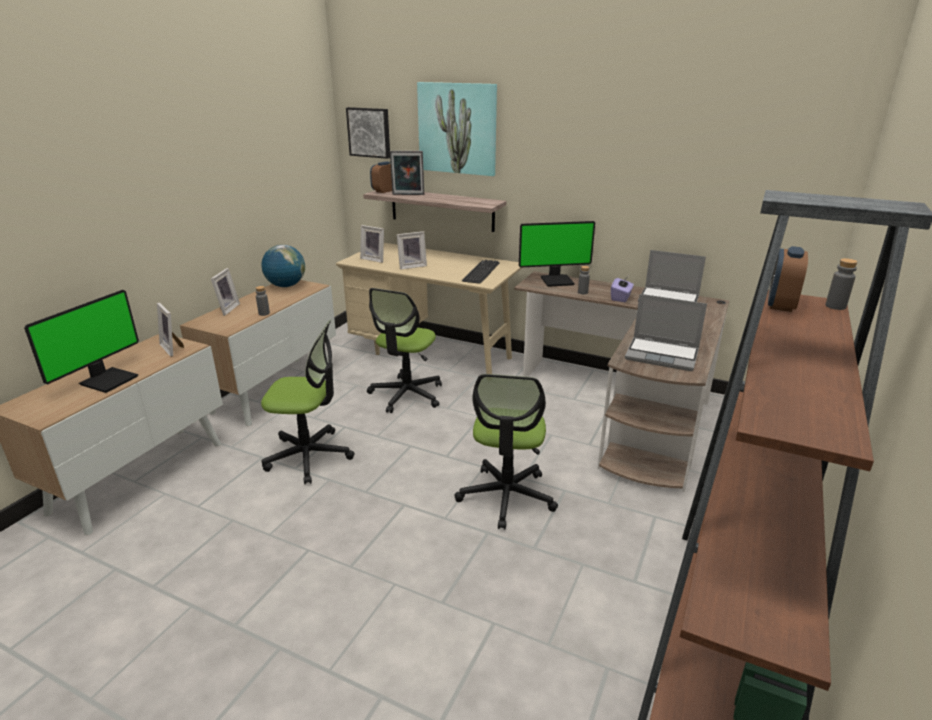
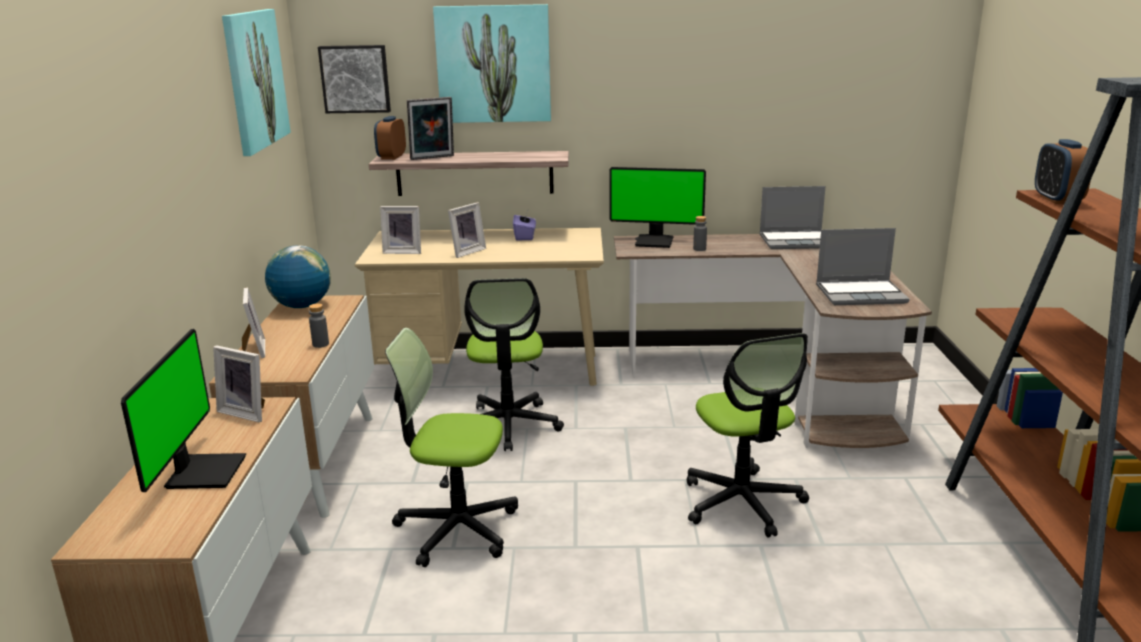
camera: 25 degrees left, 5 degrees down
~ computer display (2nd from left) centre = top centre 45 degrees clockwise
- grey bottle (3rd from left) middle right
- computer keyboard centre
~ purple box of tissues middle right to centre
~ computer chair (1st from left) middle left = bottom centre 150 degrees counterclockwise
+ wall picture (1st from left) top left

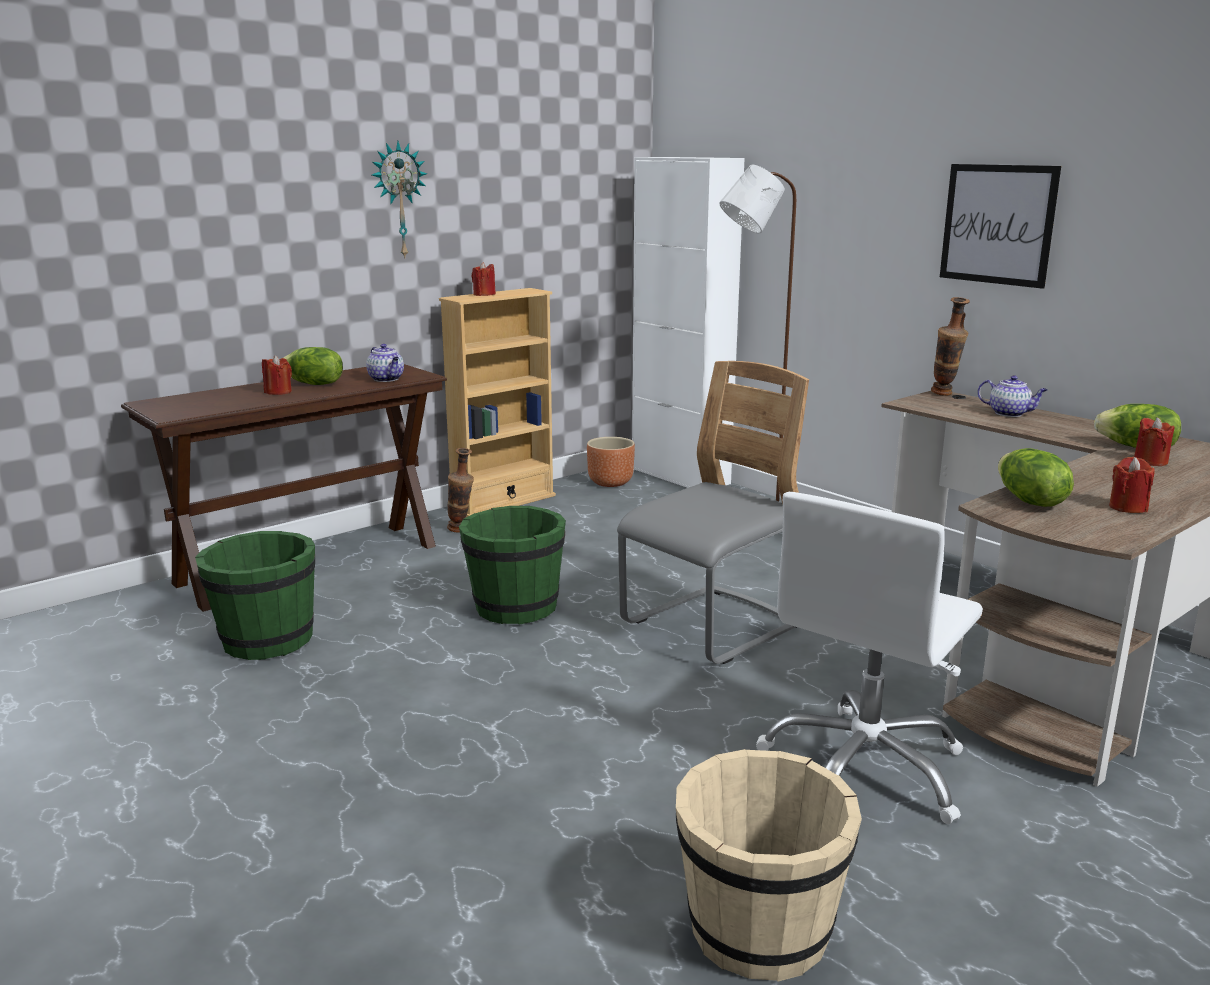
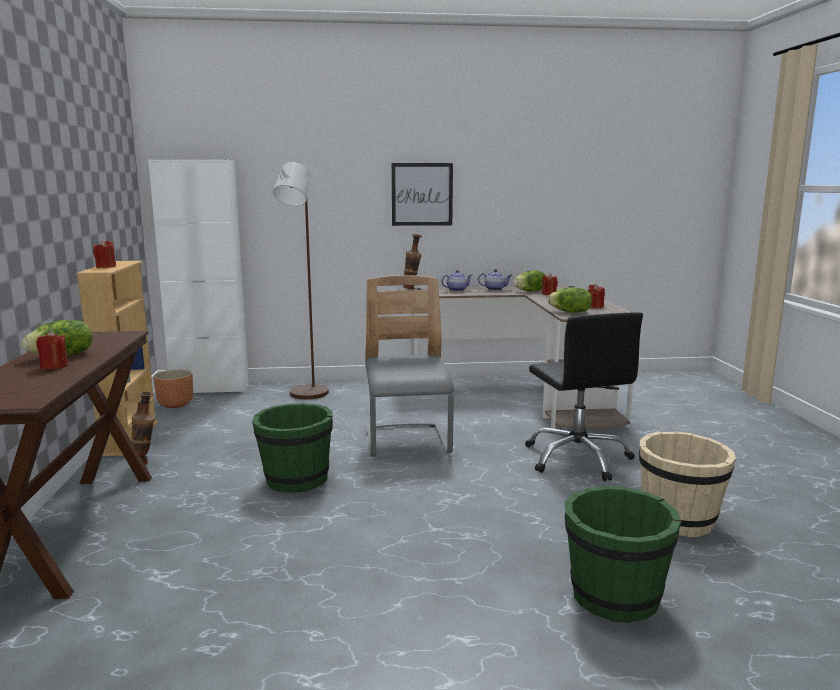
camera: 55 degrees left, 5 degrees down
- wall clock top left
~ pot for tea (1st from left in the first image) middle left to pot for tea (2nd from left) centre
~ whitish computer chair bottom right to black-coloured computer chair middle right
~ green water bucket (1st from left in the first image) middle left to green water bucket (2nd from left) bottom right

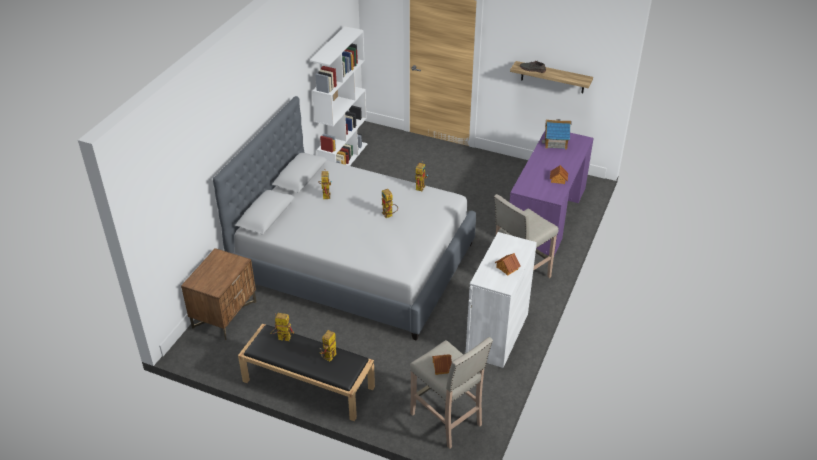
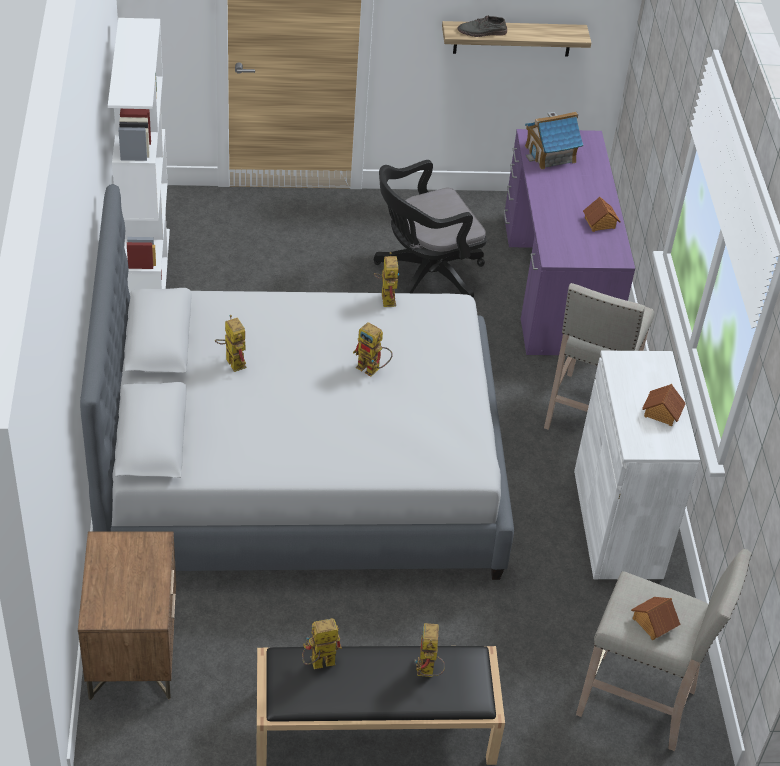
camera: 30 degrees left, 5 degrees up
+ black-coloured computer chair top centre

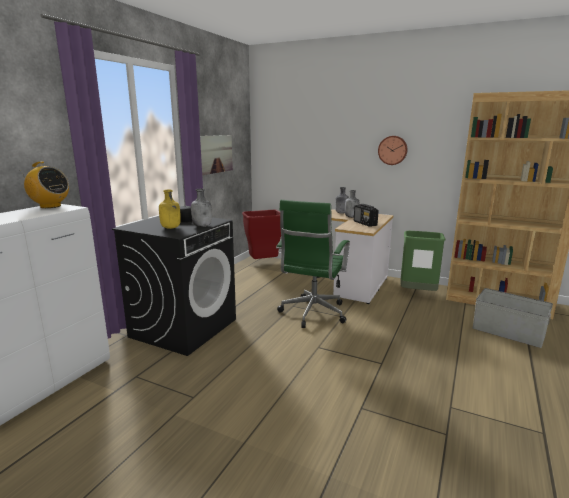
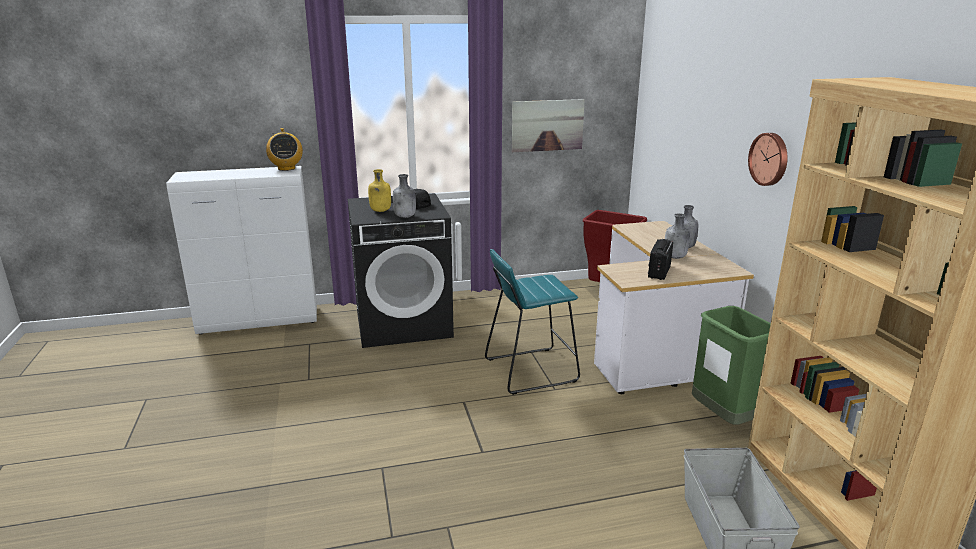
camera: 50 degrees right, 5 degrees up
~ green computer chair centre to turquoise-coloured stool seat centre

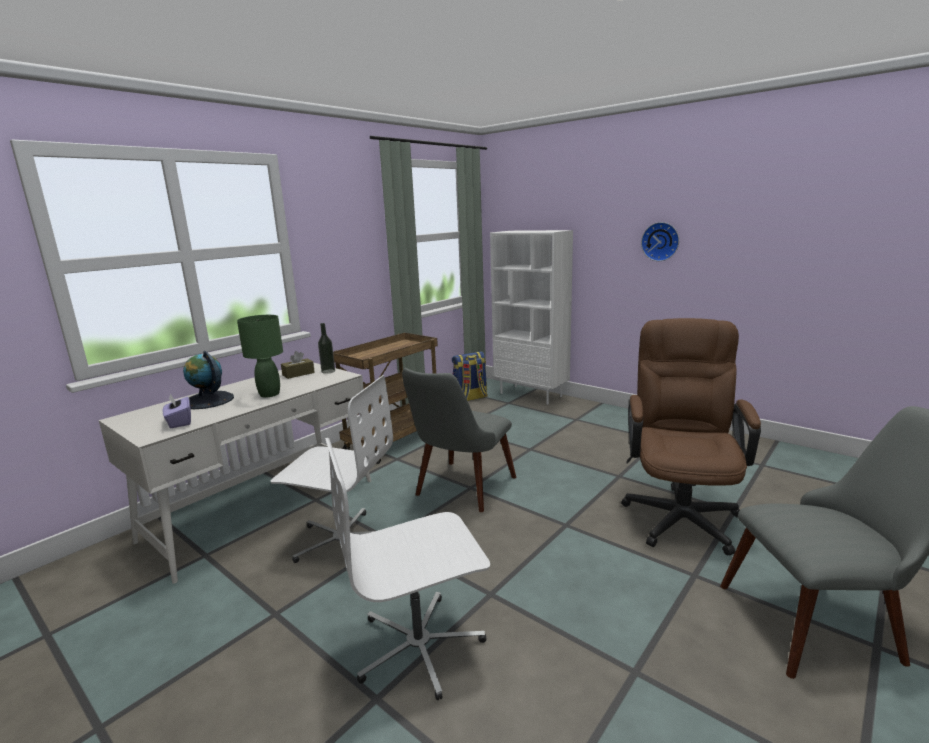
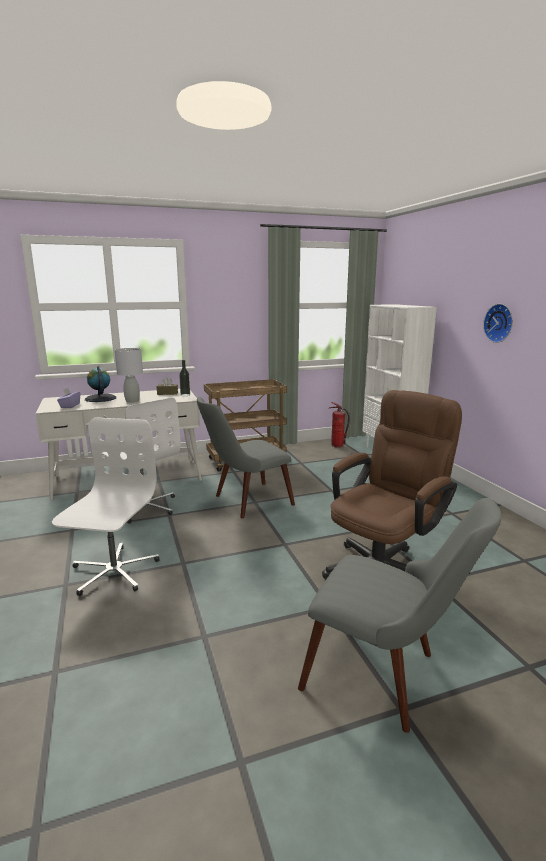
camera: 30 degrees right, 0 degrees up
~ green lamp for a table middle left to grey lamp for a table middle left
~ knapsack centre to fire-fighting cylinder centre
~ whitish computer chair (2nd from left in the first image) bottom centre = middle left 90 degrees clockwise

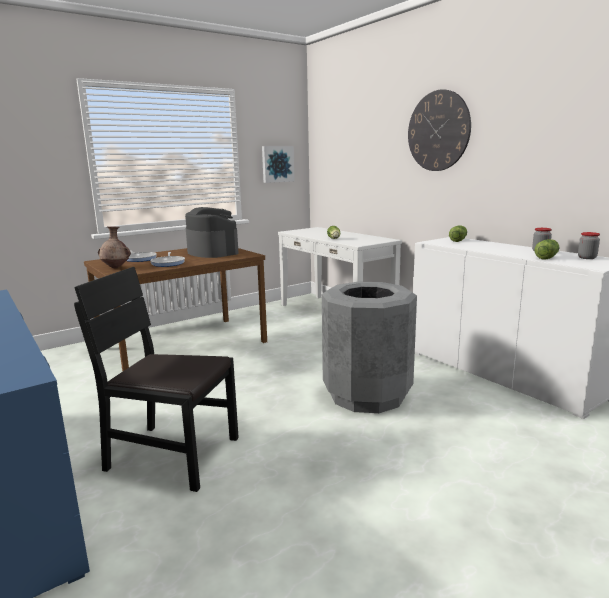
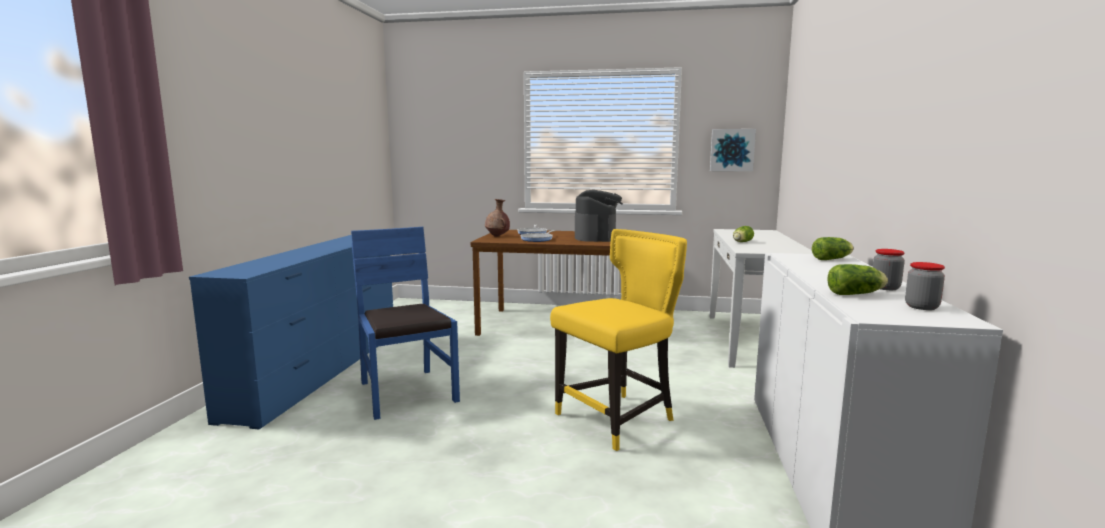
camera: 45 degrees right, 5 degrees down
- wall clock top right
~ black-coloured upright chair middle left to blue upright chair centre
~ grey trash can centre to yellow-coloured upright chair centre

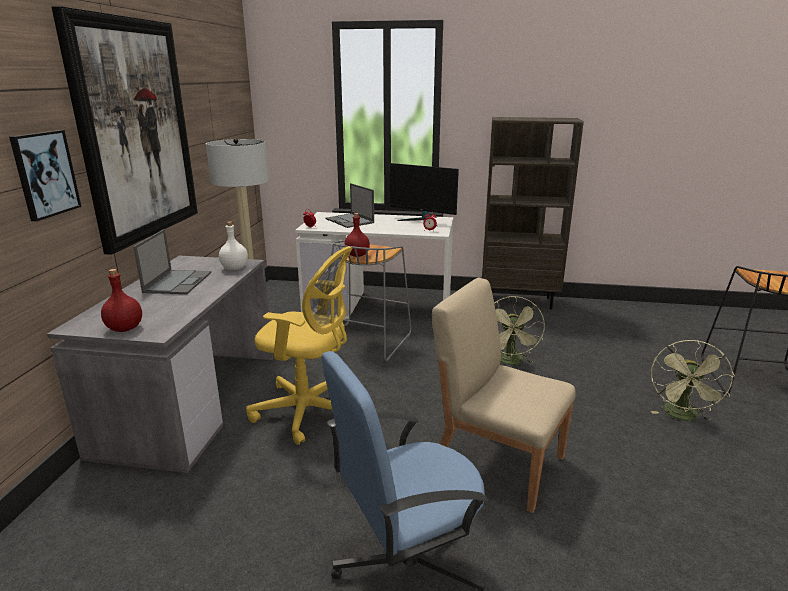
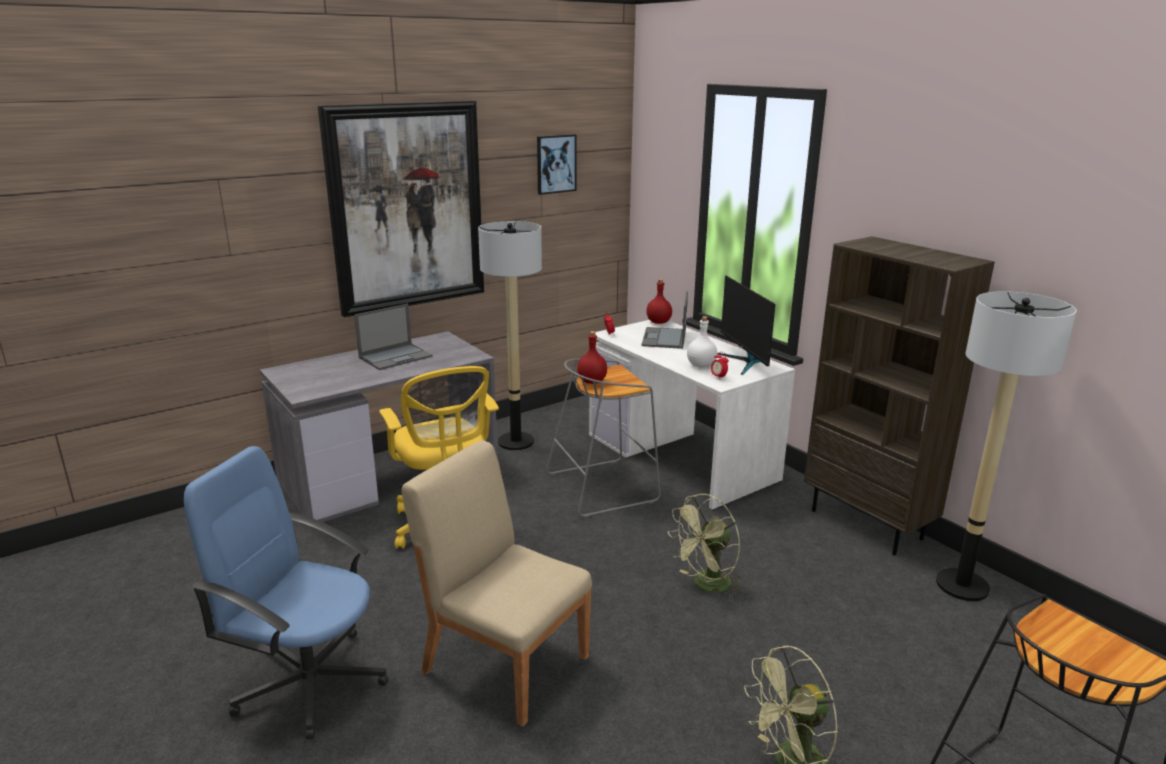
camera: 45 degrees right, 0 degrees up
~ wall picture (1st from left in the first image) top left to wall picture (2nd from left) top centre
~ whitish bottle middle left to centre
~ reddish bottle (1st from left in the first image) middle left to reddish bottle (2nd from left) centre
~ sand-coloured upright chair bottom centre = bottom centre 45 degrees counterclockwise
+ standing lamp (2nd from left) middle right

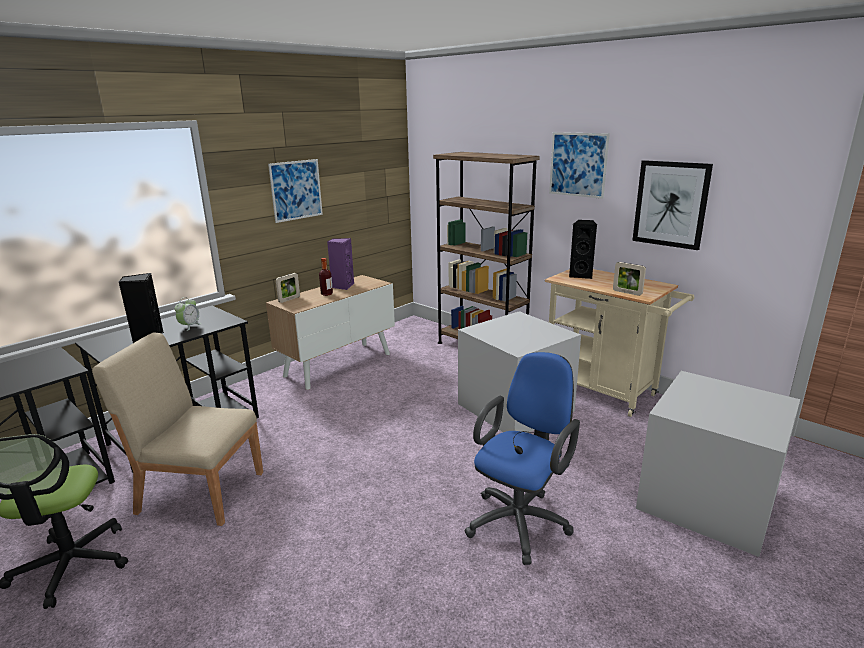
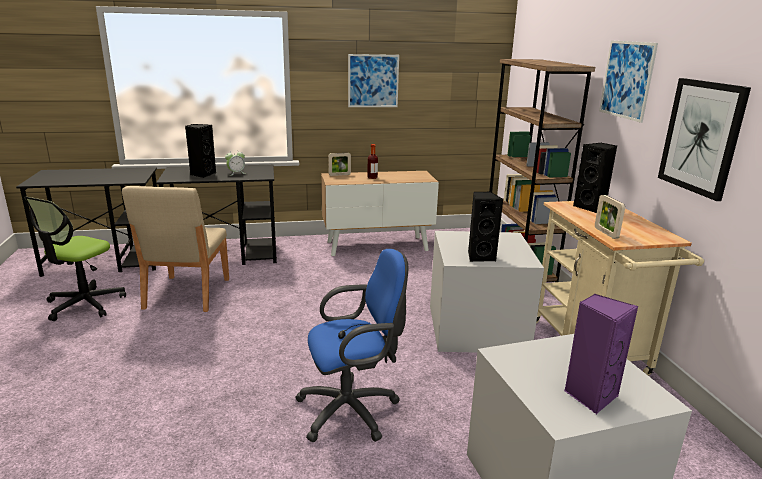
camera: 35 degrees right, 0 degrees up
~ purple speaker centre to bottom right
~ sand-coloured upright chair middle left = middle left 135 degrees counterclockwise
+ black-coloured speaker (2nd from left) centre

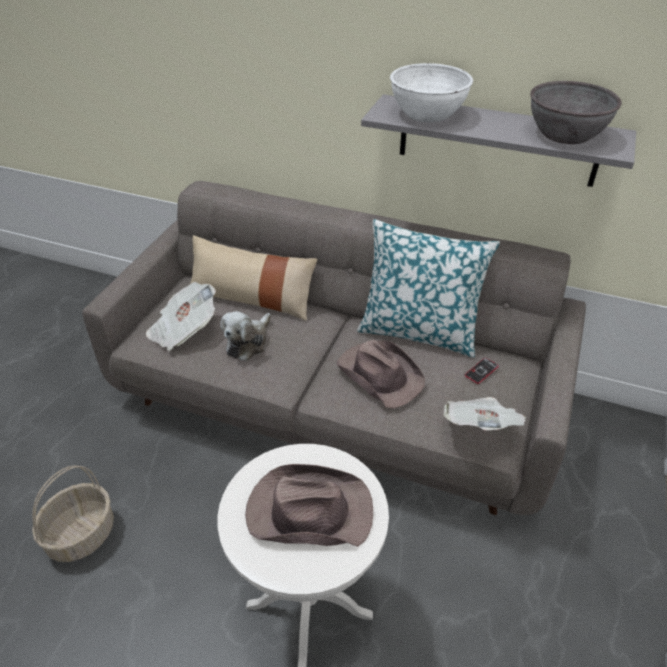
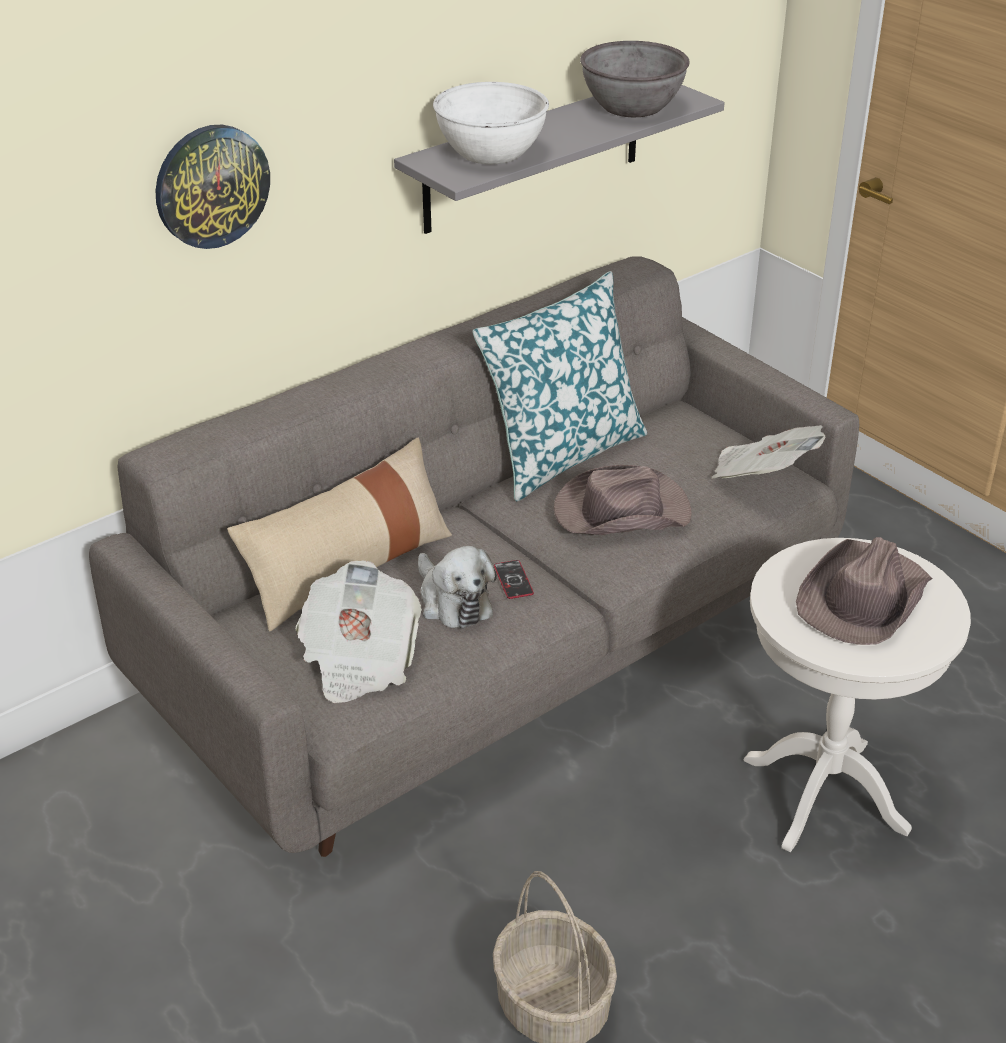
camera: 60 degrees left, 5 degrees down
~ telephone middle right to centre
+ wall clock top left

